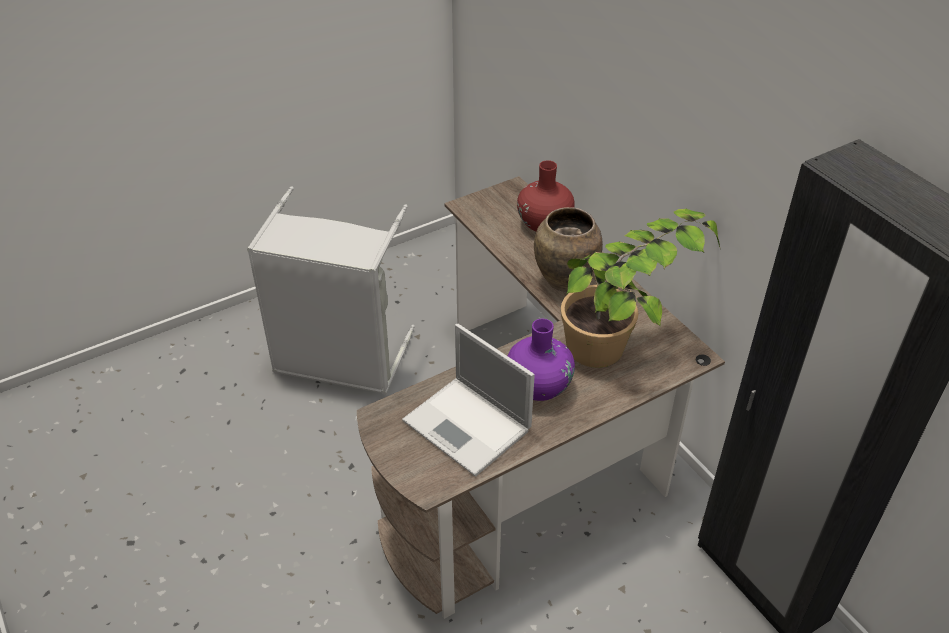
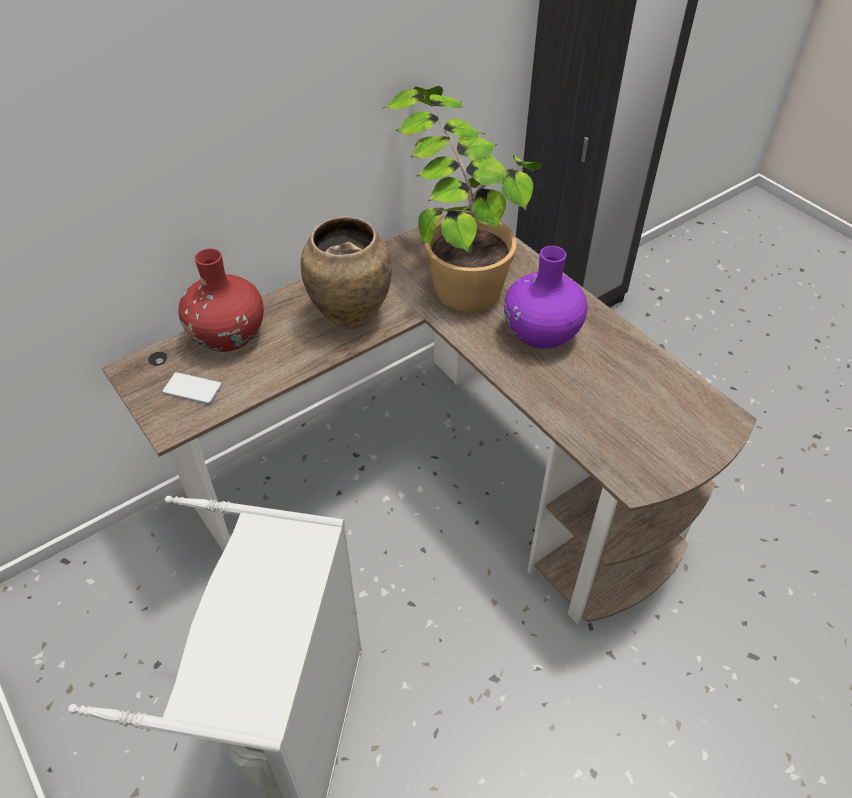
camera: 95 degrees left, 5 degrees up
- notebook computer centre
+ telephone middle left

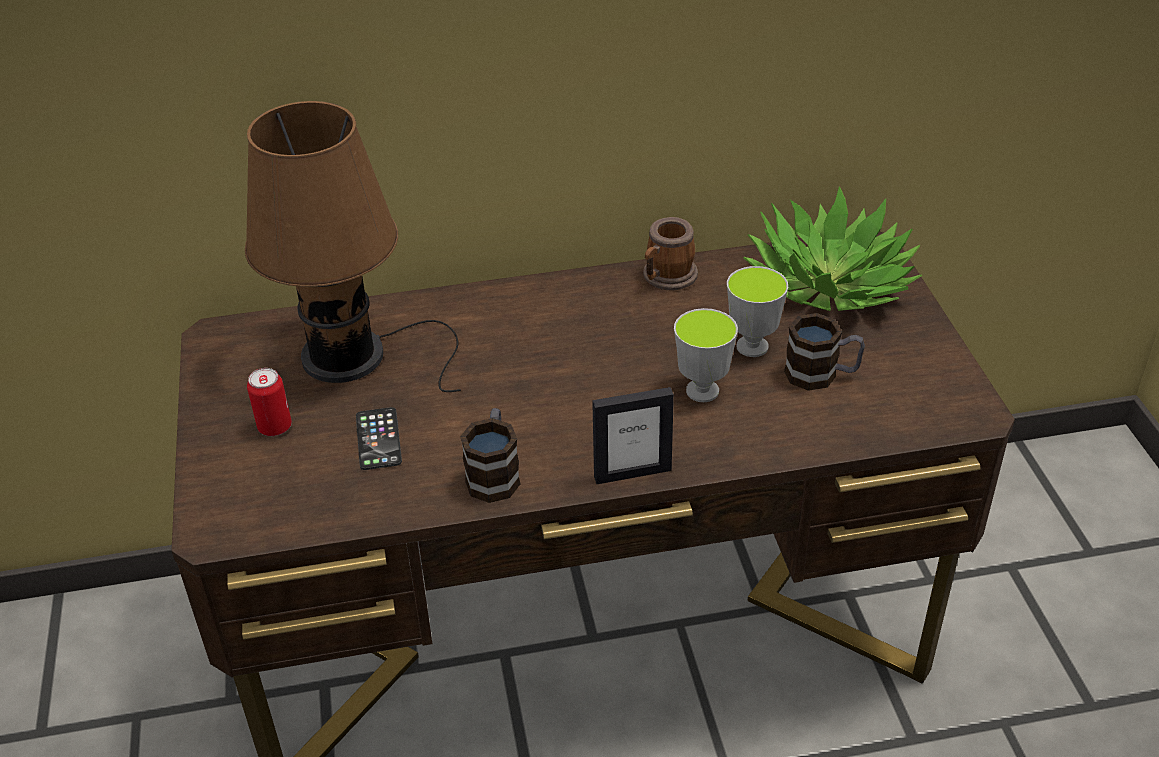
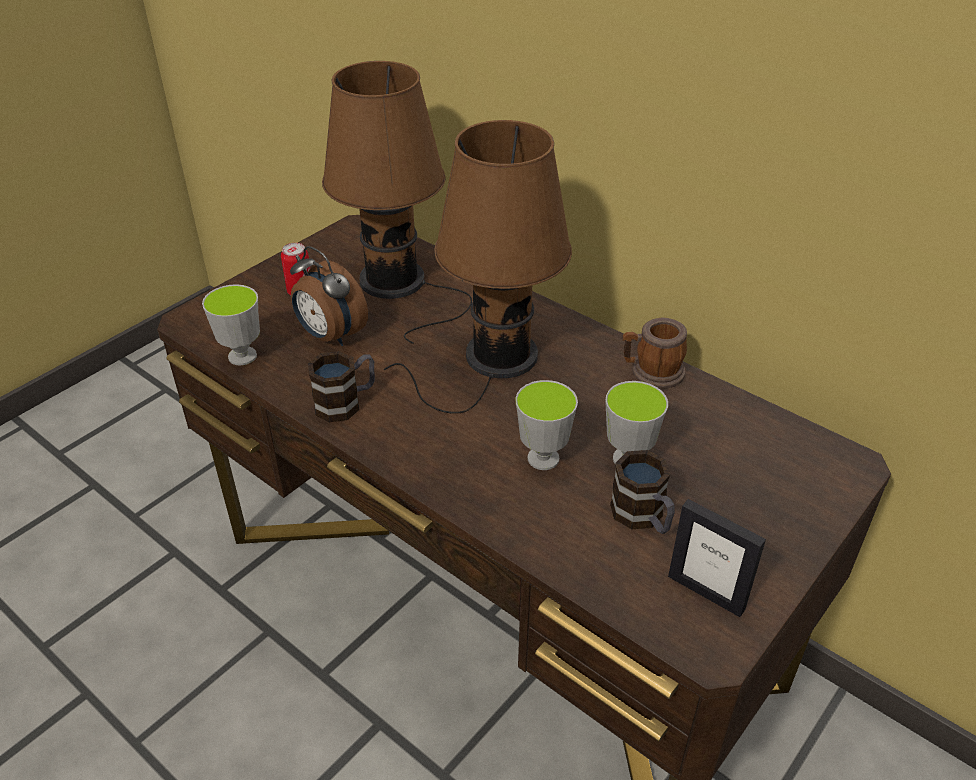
camera: 50 degrees right, 0 degrees up
- plant in a pot top right
~ photo frame centre to bottom right
~ telephone middle left to table clock centre
+ brown lamp for a table (2nd from left) centre
+ cup (1st from left) middle left

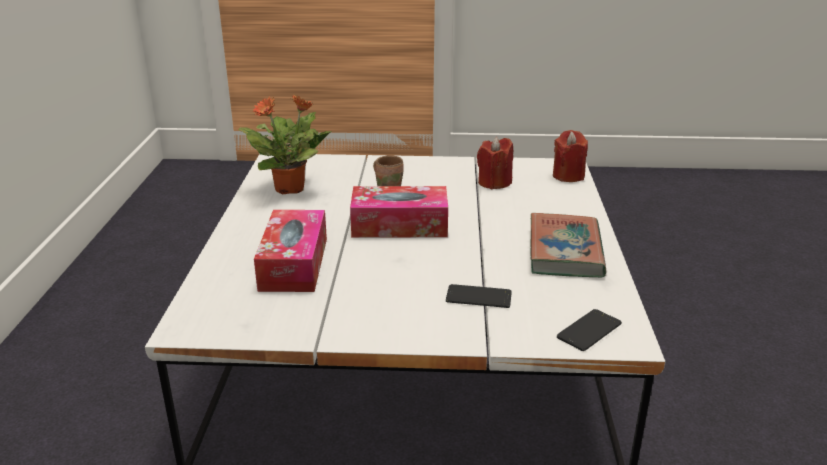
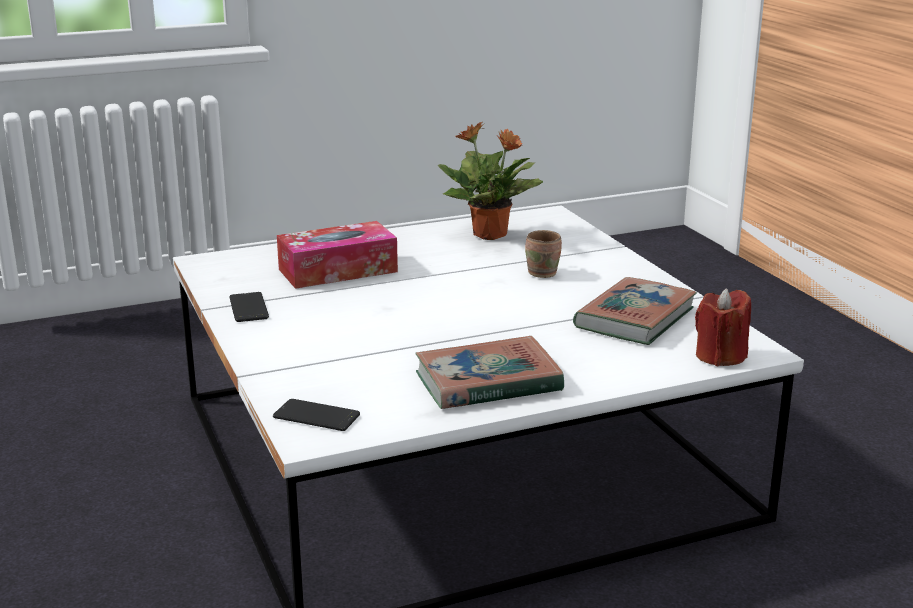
camera: 65 degrees right, 5 degrees down
~ reddish wax light (1st from left) centre to bound book (2nd from left) middle right
- box of tissues (2nd from left) centre
~ telephone (1st from left) centre to middle left

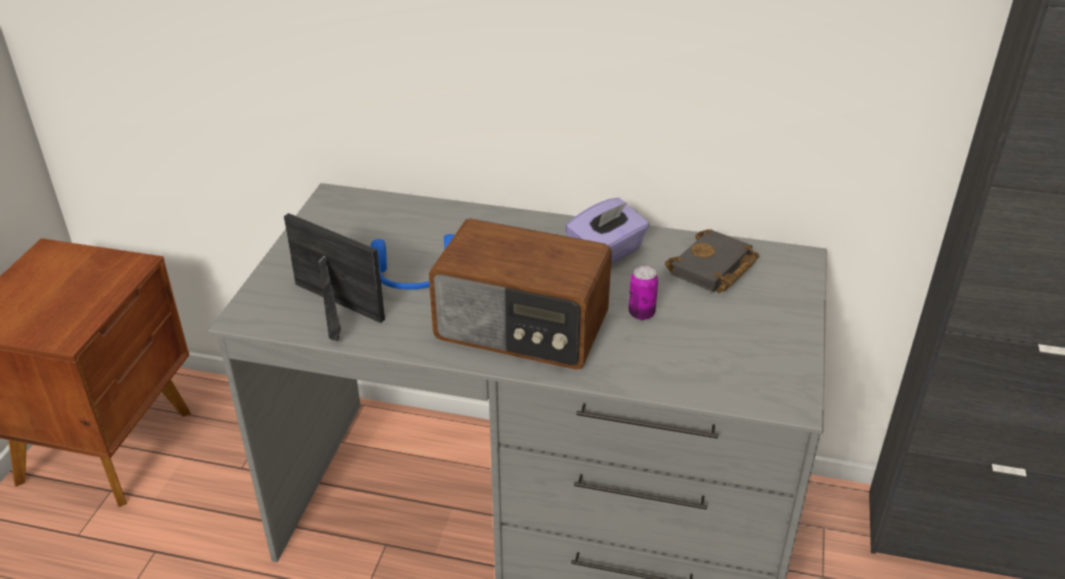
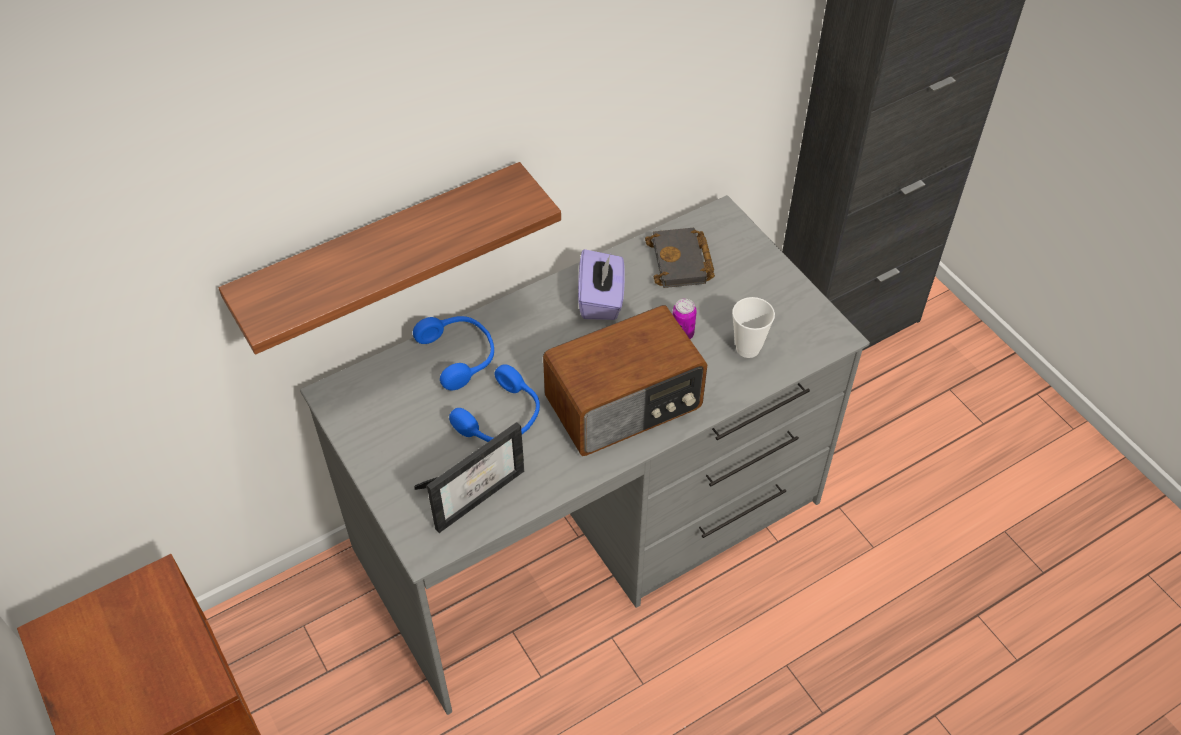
camera: 45 degrees left, 15 degrees up
~ photo frame middle left = centre 150 degrees clockwise
+ bracket shelf middle left
+ cup centre
+ blue headphones (1st from left) centre

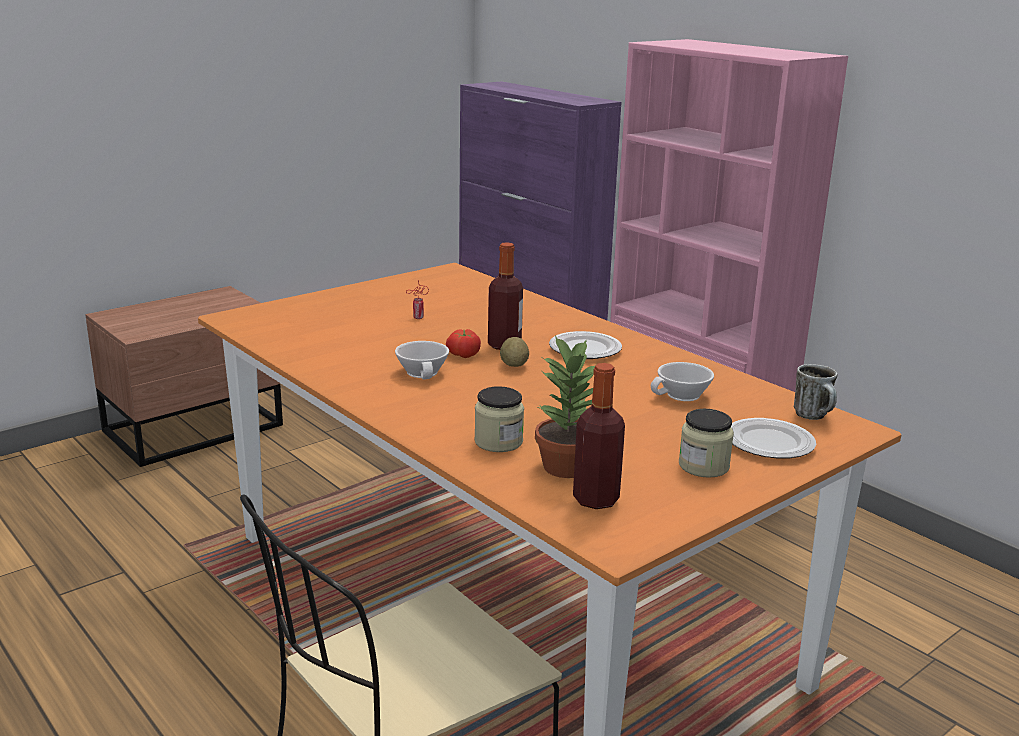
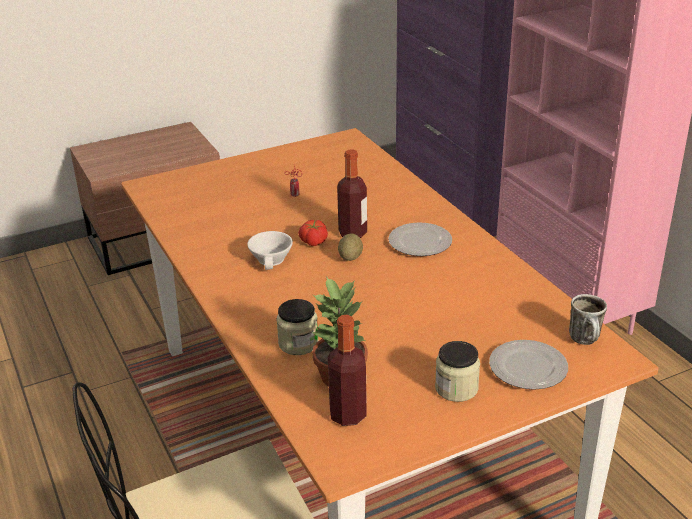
camera: 15 degrees right, 10 degrees up
- whitish cup (2nd from left) middle right

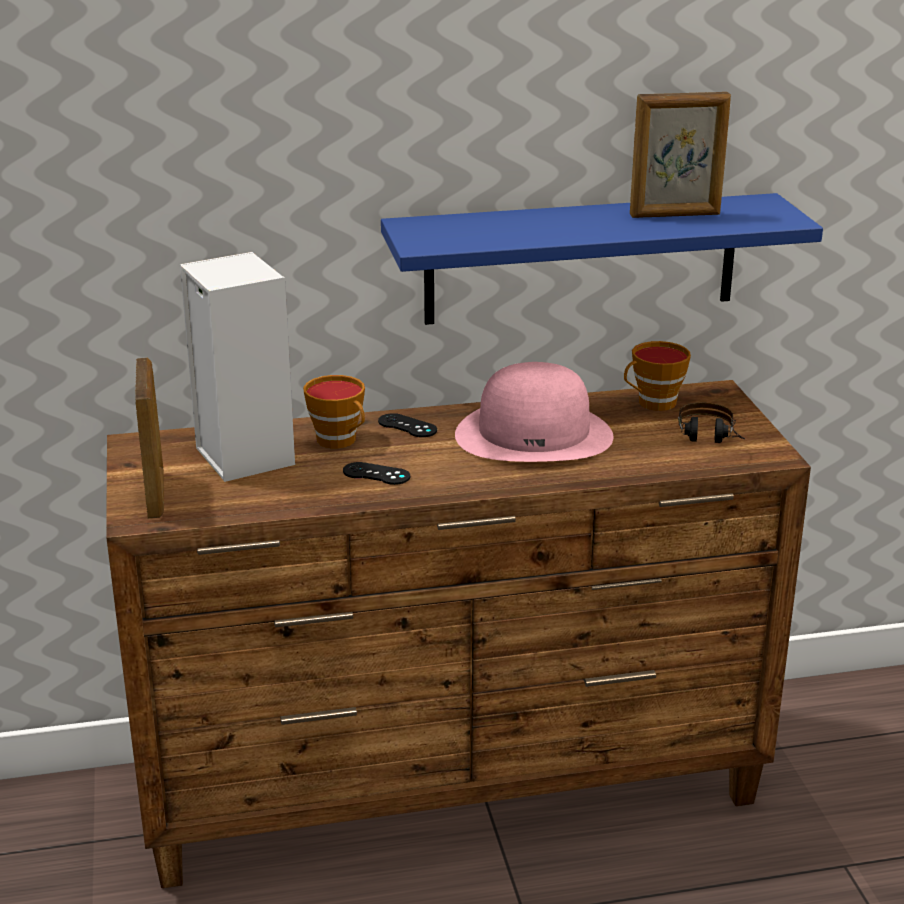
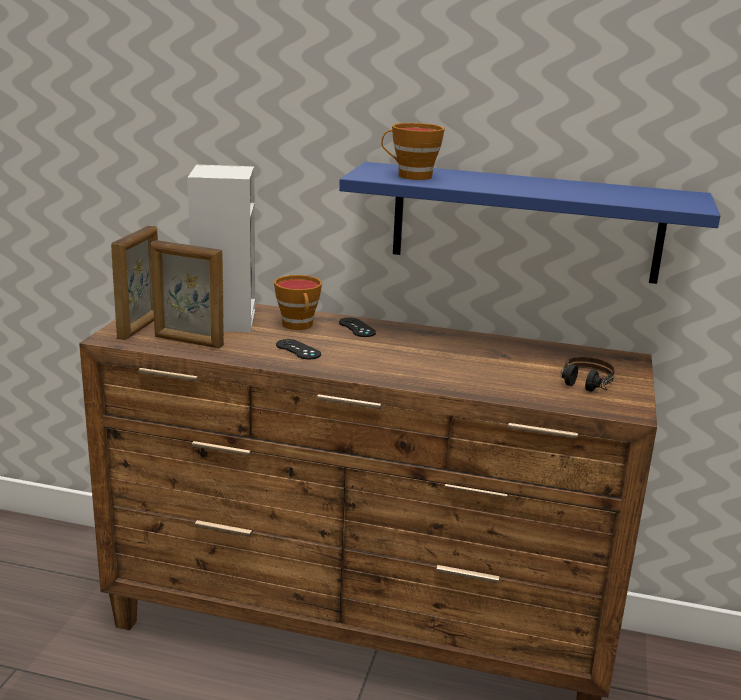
camera: 25 degrees right, 5 degrees down
~ photo frame (2nd from left) top right to middle left
~ cup (2nd from left) middle right to top centre
- pinkish clothing hat centre

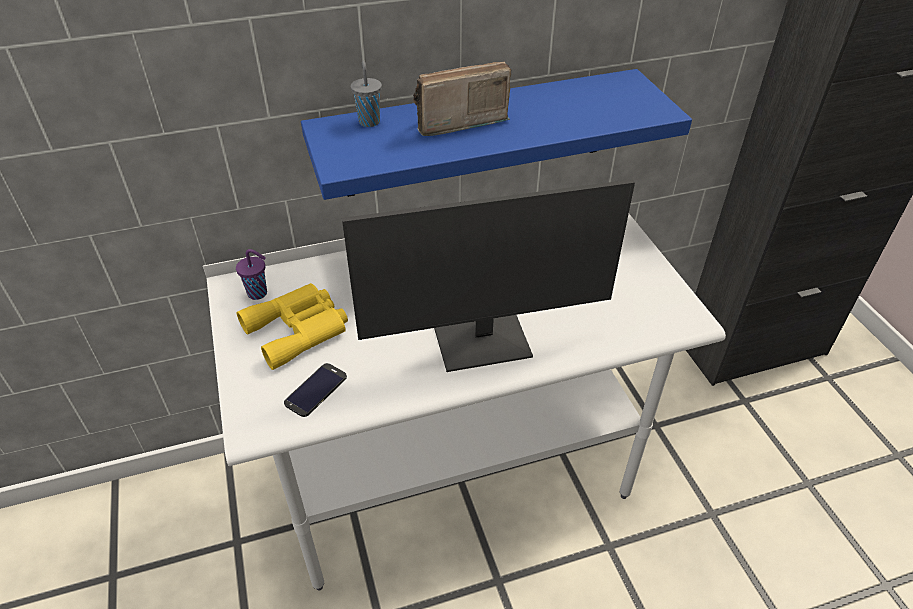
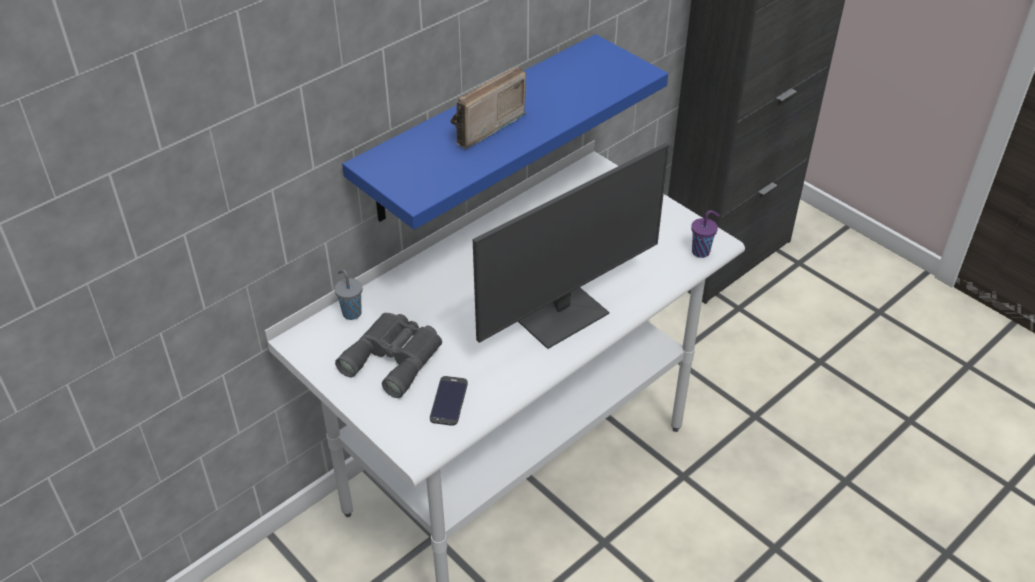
camera: 25 degrees left, 0 degrees up
~ grey cup top centre to centre
~ purple cup middle left to middle right
~ yellow-coloured pair of binoculars middle left to grey pair of binoculars centre

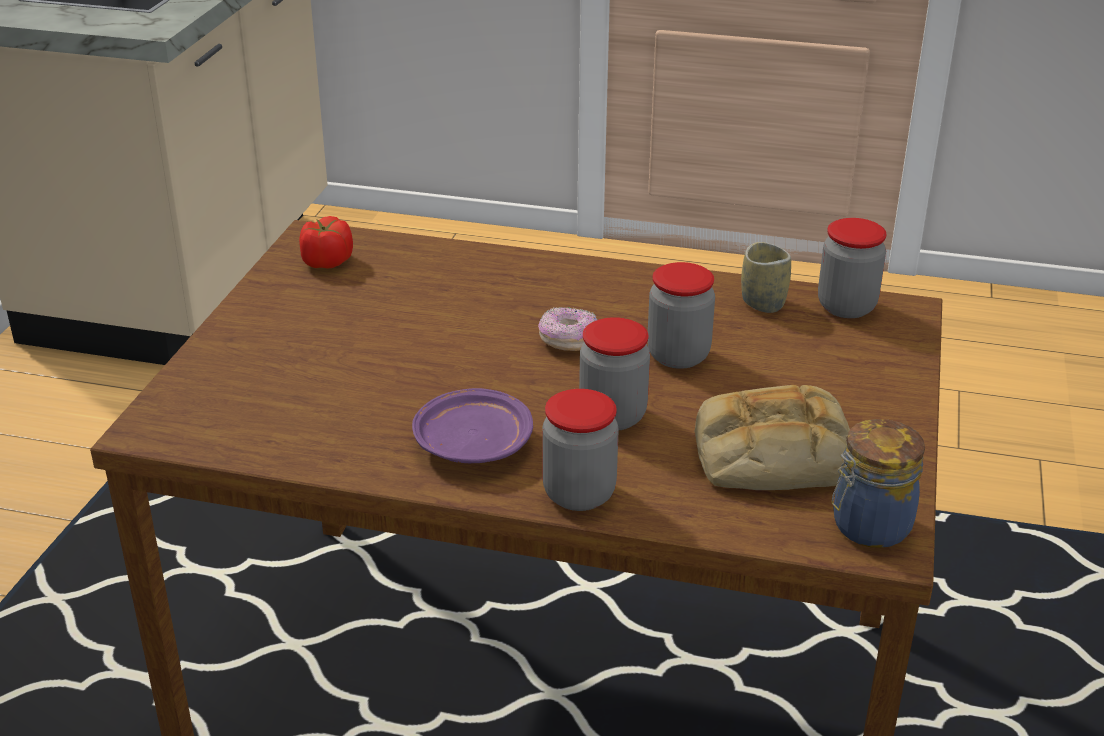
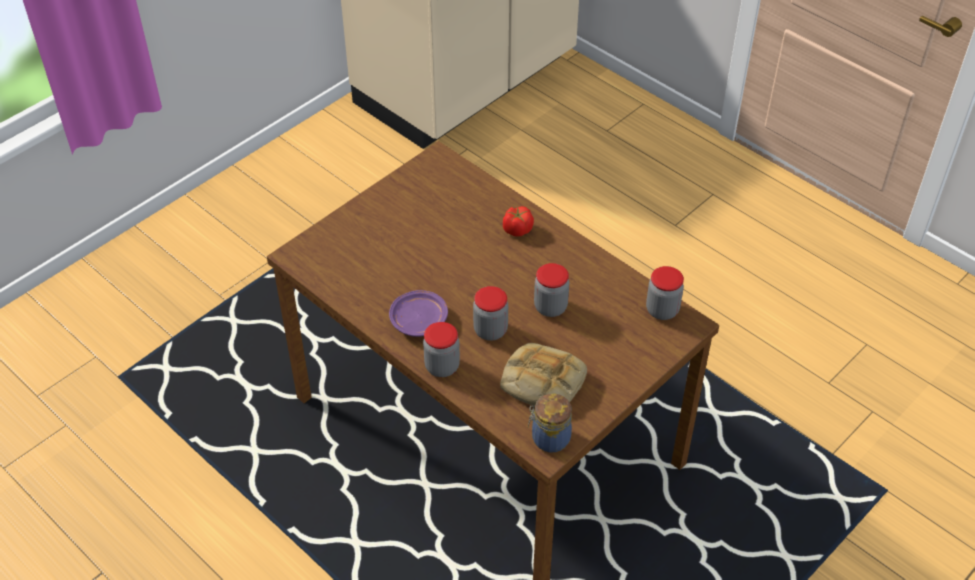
camera: 30 degrees right, 15 degrees up
~ fresh tomato top left to centre
- cup middle right
- donut centre

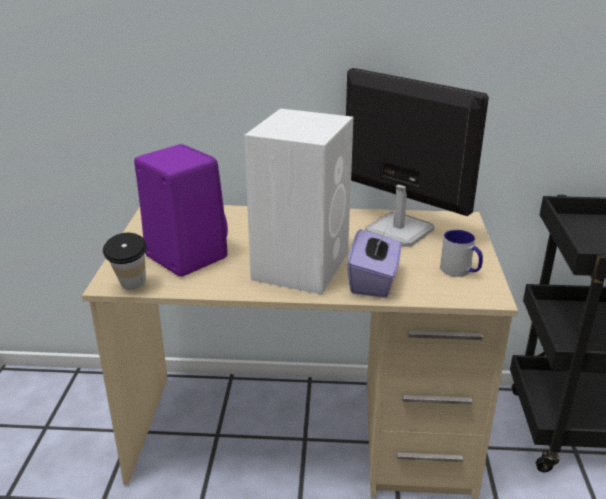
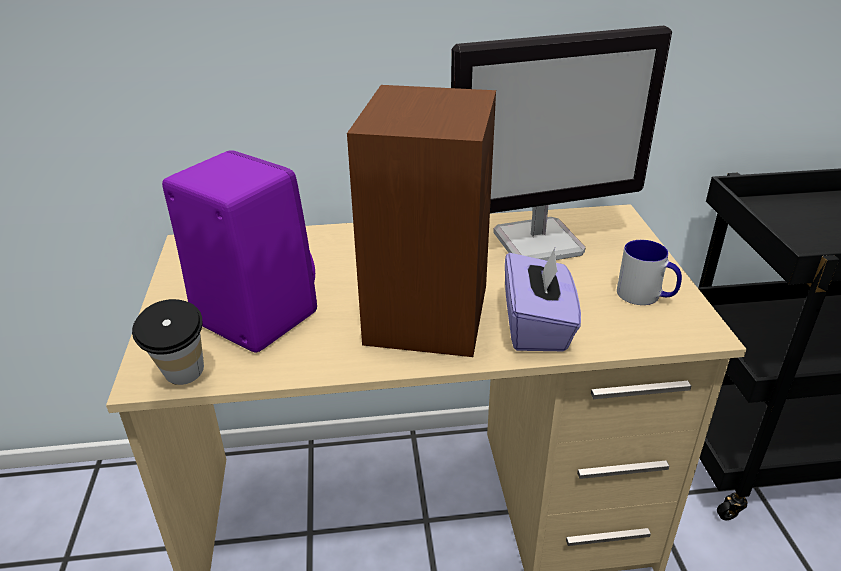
camera: 10 degrees left, 5 degrees up
~ computer display top right = top right 135 degrees clockwise
~ whitish speaker centre to brown speaker centre

